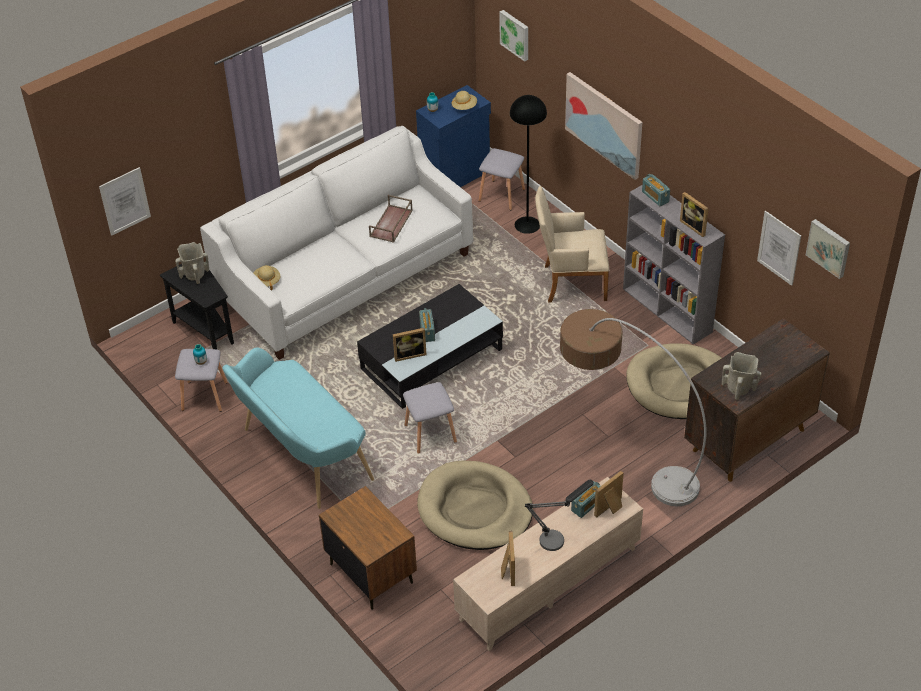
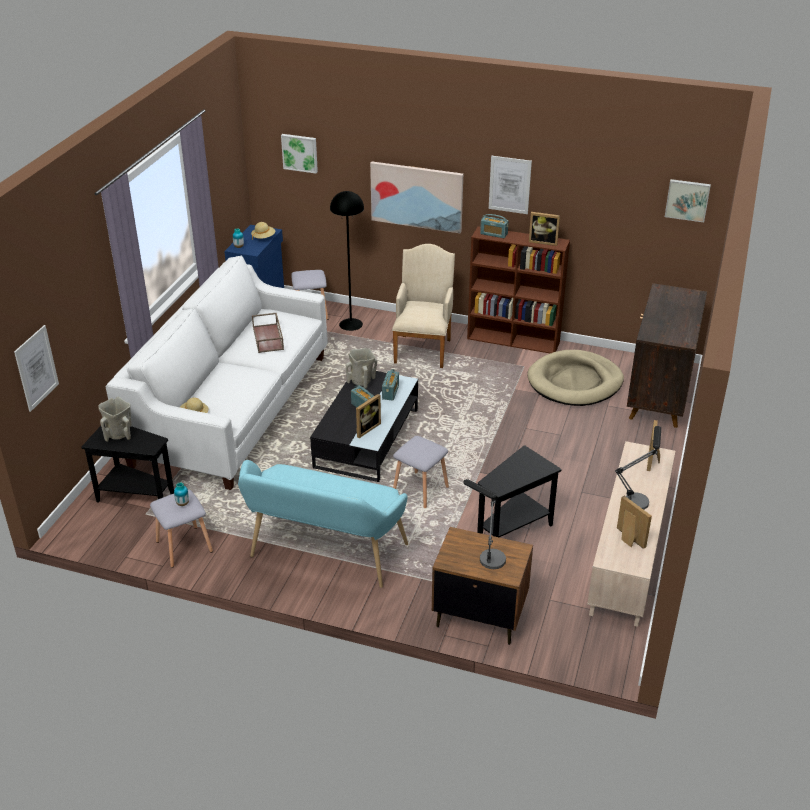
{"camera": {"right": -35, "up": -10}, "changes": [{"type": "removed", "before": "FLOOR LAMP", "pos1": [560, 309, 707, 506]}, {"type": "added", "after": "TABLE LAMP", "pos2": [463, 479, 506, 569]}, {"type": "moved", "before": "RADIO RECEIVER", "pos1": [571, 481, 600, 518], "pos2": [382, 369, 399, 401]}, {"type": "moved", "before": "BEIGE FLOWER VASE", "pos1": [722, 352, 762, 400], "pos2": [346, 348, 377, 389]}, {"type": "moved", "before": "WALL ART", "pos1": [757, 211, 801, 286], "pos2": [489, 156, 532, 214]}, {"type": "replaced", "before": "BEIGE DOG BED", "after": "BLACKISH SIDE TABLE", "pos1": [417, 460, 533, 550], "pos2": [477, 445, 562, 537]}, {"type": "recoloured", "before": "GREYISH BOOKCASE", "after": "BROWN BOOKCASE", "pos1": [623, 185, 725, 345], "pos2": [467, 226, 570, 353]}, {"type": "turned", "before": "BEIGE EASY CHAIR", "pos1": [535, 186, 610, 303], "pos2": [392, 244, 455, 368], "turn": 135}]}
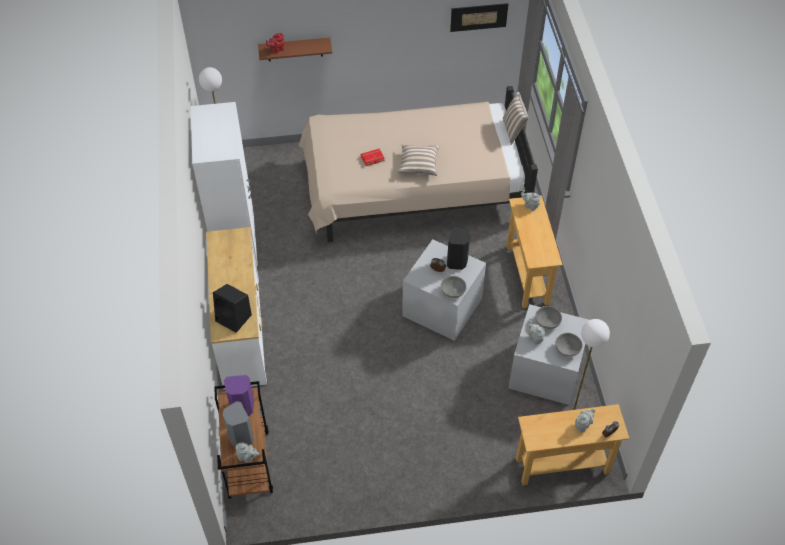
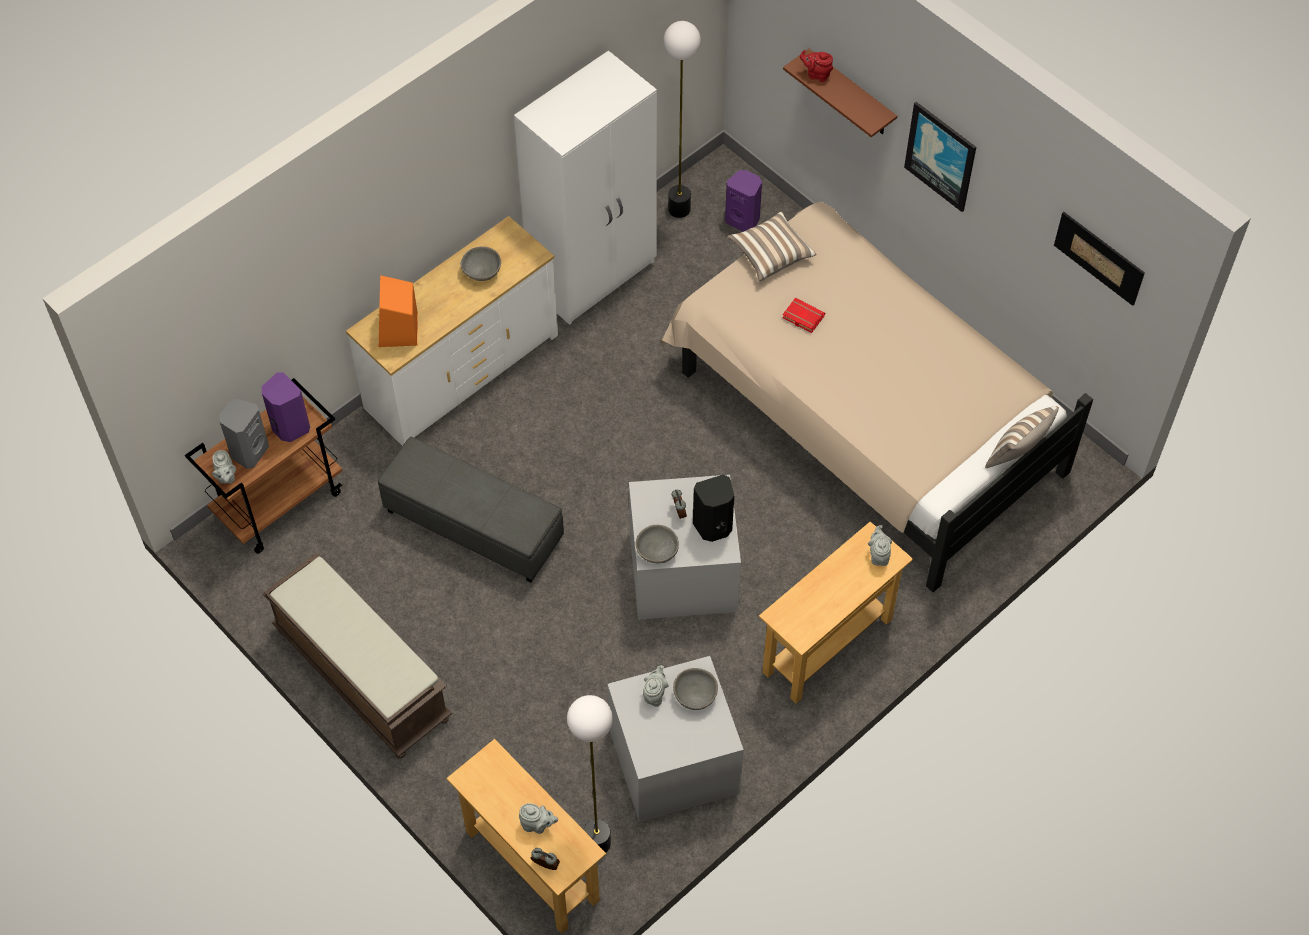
{"camera": {"right": 55, "up": 5}, "changes": [{"type": "added", "after": "BROWN BENCH", "pos2": [262, 553, 452, 759]}, {"type": "added", "after": "GREYISH POUFFE", "pos2": [378, 436, 564, 582]}, {"type": "added", "after": "PURPLE LOUDSPEAKER", "pos2": [725, 170, 762, 232]}, {"type": "added", "after": "WALL ART", "pos2": [904, 102, 976, 212]}, {"type": "moved", "before": "THROW PILLOW", "pos1": [398, 144, 439, 176], "pos2": [727, 211, 816, 281]}, {"type": "moved", "before": "GREYISH DEEP DISH", "pos1": [555, 333, 583, 357], "pos2": [460, 246, 501, 281]}, {"type": "recoloured", "before": "BLACKISH LOUDSPEAKER", "after": "ORANGE LOUDSPEAKER", "pos1": [213, 284, 252, 333], "pos2": [379, 275, 418, 347]}]}
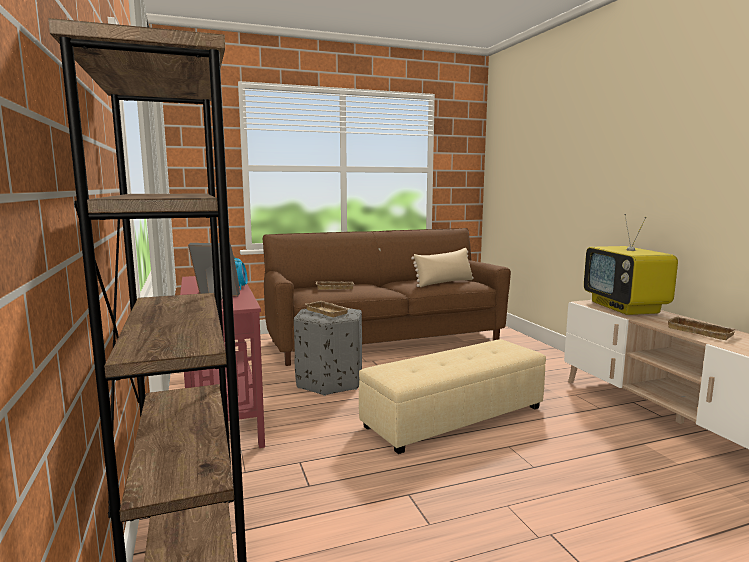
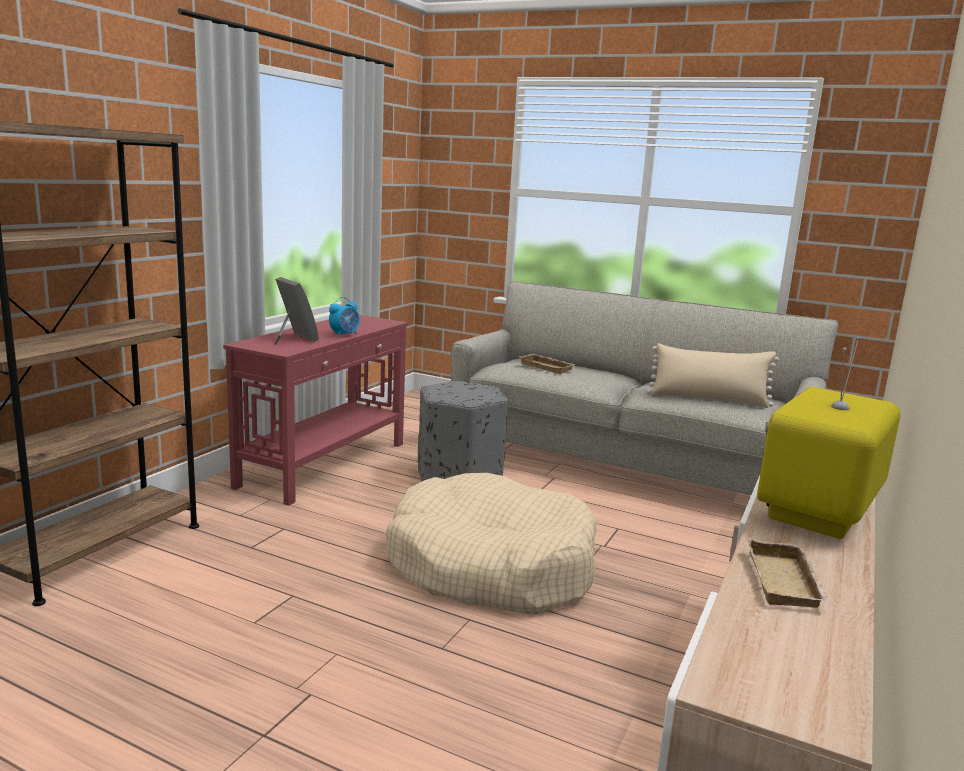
{"camera": {"right": 45, "up": 5}, "changes": [{"type": "removed", "before": "BEIGE SERVING TRAY", "pos1": [305, 301, 349, 317]}, {"type": "replaced", "before": "BEIGE POUFFE", "after": "BEIGE DOG BED", "pos1": [359, 339, 546, 454], "pos2": [386, 473, 597, 615]}, {"type": "recoloured", "before": "BROWN COUCH", "after": "GREYISH COUCH", "pos1": [263, 228, 511, 366], "pos2": [451, 281, 838, 495]}]}
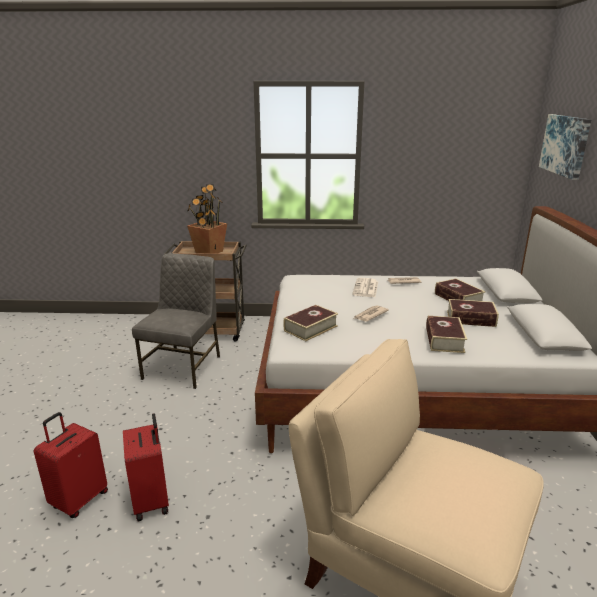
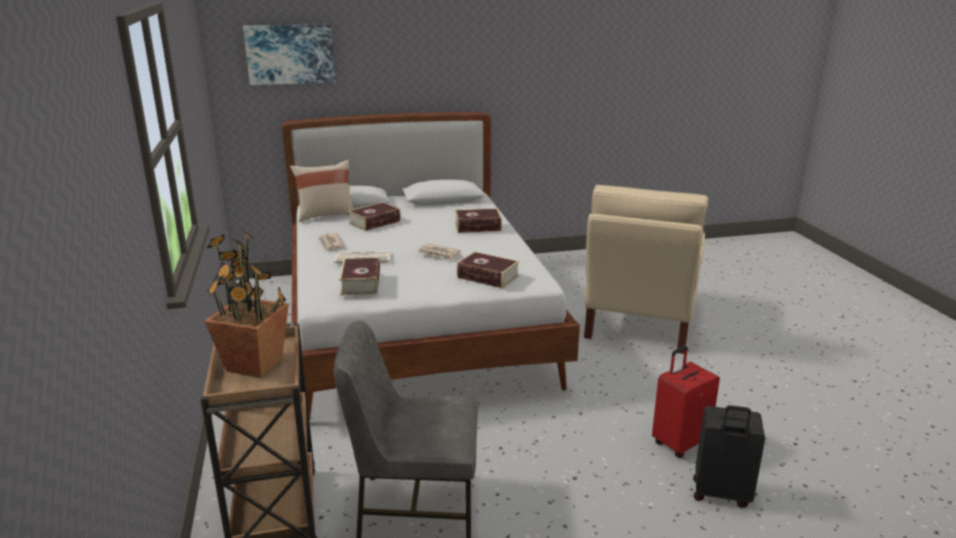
{"camera": {"right": -105, "up": 0}, "changes": [{"type": "added", "after": "BEIGE THROW PILLOW", "pos2": [290, 160, 354, 222]}, {"type": "moved", "before": "VOLUME", "pos1": [447, 299, 499, 327], "pos2": [339, 257, 380, 295]}, {"type": "recoloured", "before": "RED PIECE OF LUGGAGE", "after": "BLACKISH PIECE OF LUGGAGE", "pos1": [34, 412, 108, 518], "pos2": [693, 405, 765, 508]}]}
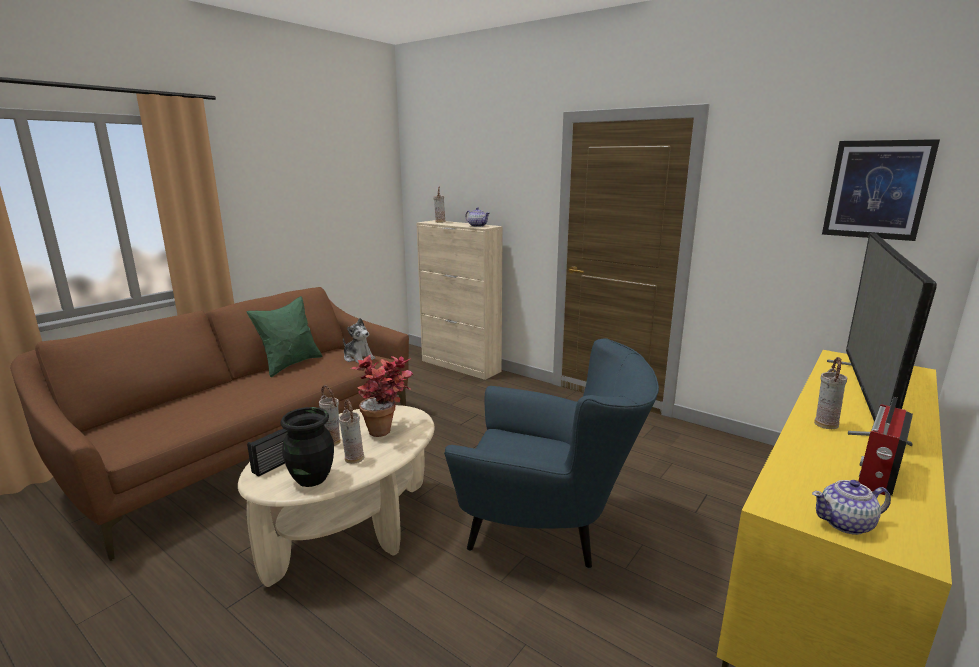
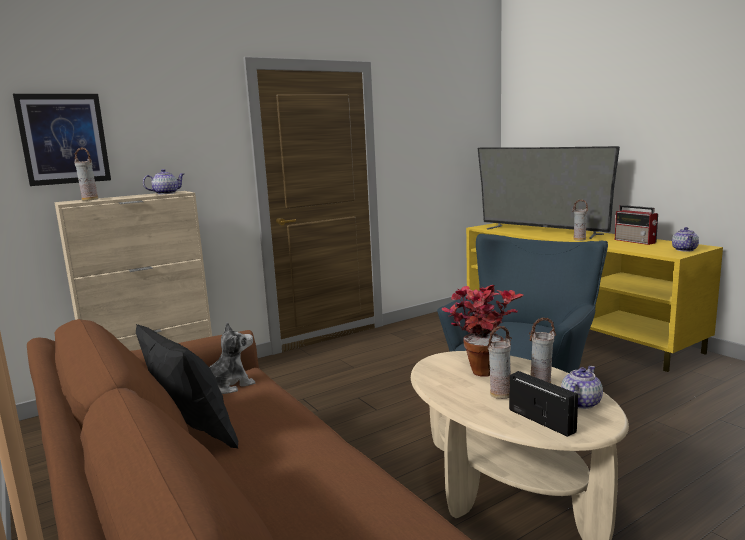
{"camera": {"right": -70, "up": -5}, "changes": [{"type": "moved", "before": "WALL ART", "pos1": [822, 139, 940, 241], "pos2": [13, 94, 111, 186]}, {"type": "replaced", "before": "BLACKISH FLOWER VASE", "after": "TEAPOT", "pos1": [280, 407, 334, 487], "pos2": [561, 366, 603, 409]}, {"type": "recoloured", "before": "GREENISH THROW PILLOW", "after": "BLACKISH THROW PILLOW", "pos1": [247, 296, 323, 377], "pos2": [136, 324, 238, 448]}]}
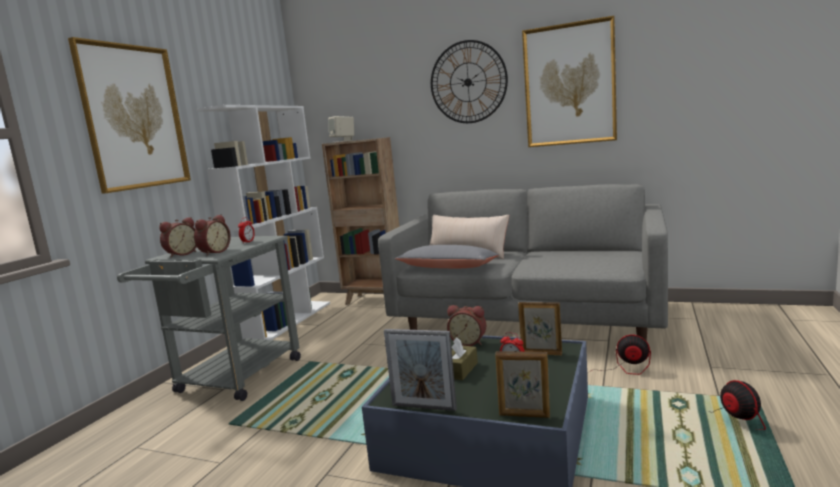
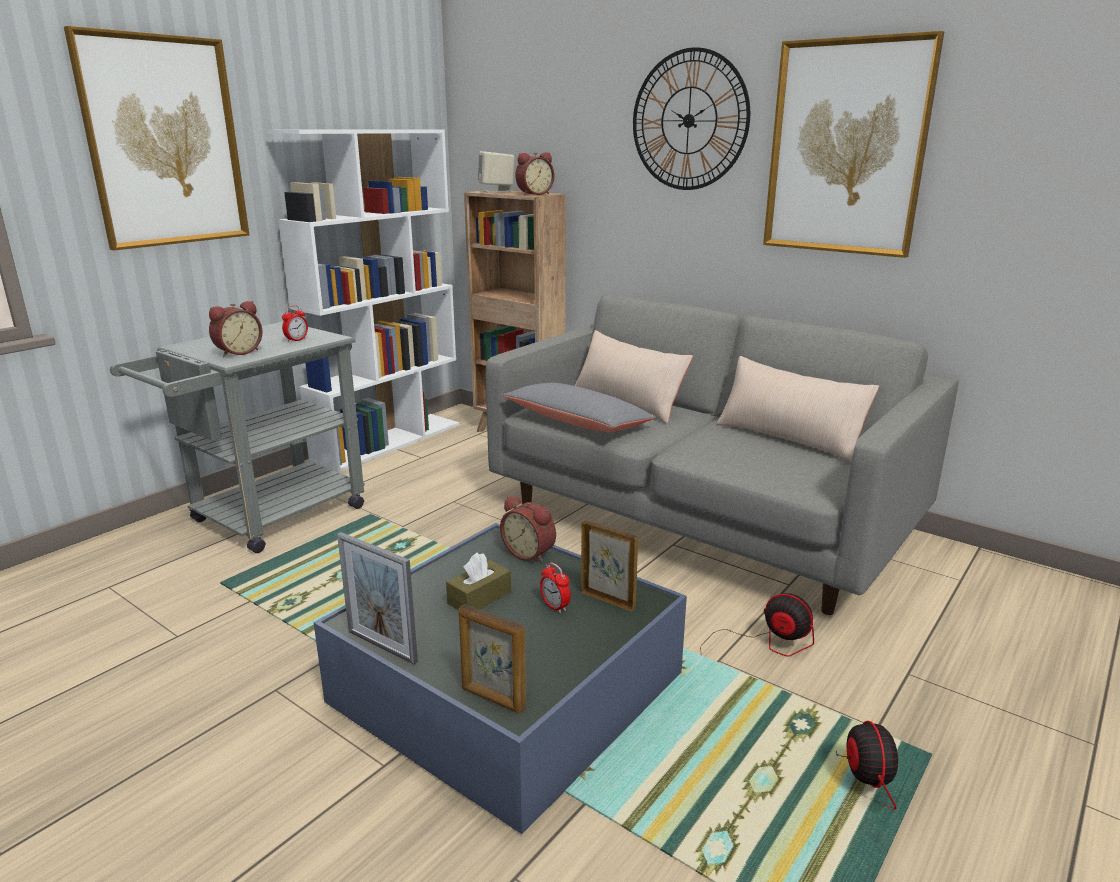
{"camera": {"right": 15, "up": 10}, "changes": [{"type": "added", "after": "BEIGE THROW PILLOW", "pos2": [716, 356, 879, 463]}, {"type": "moved", "before": "ALARM CLOCK", "pos1": [159, 217, 197, 258], "pos2": [515, 152, 554, 195]}]}
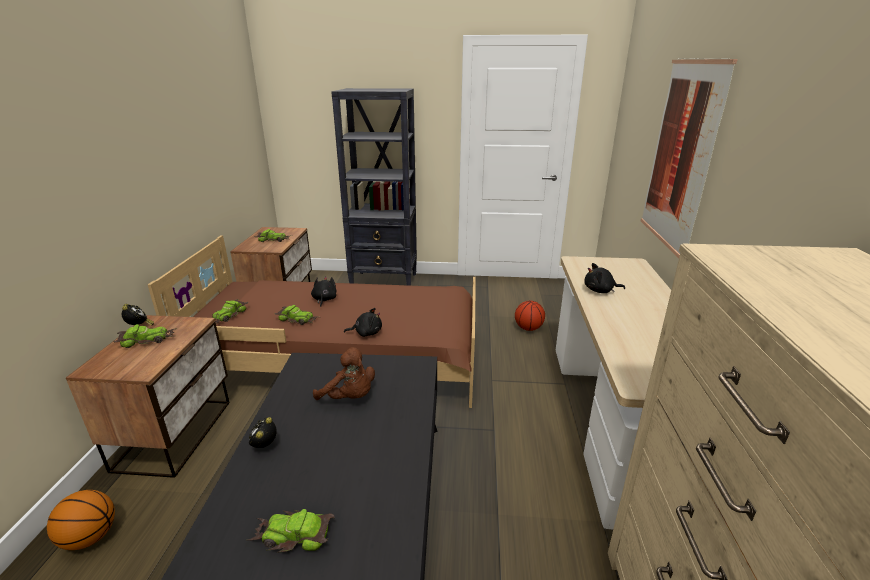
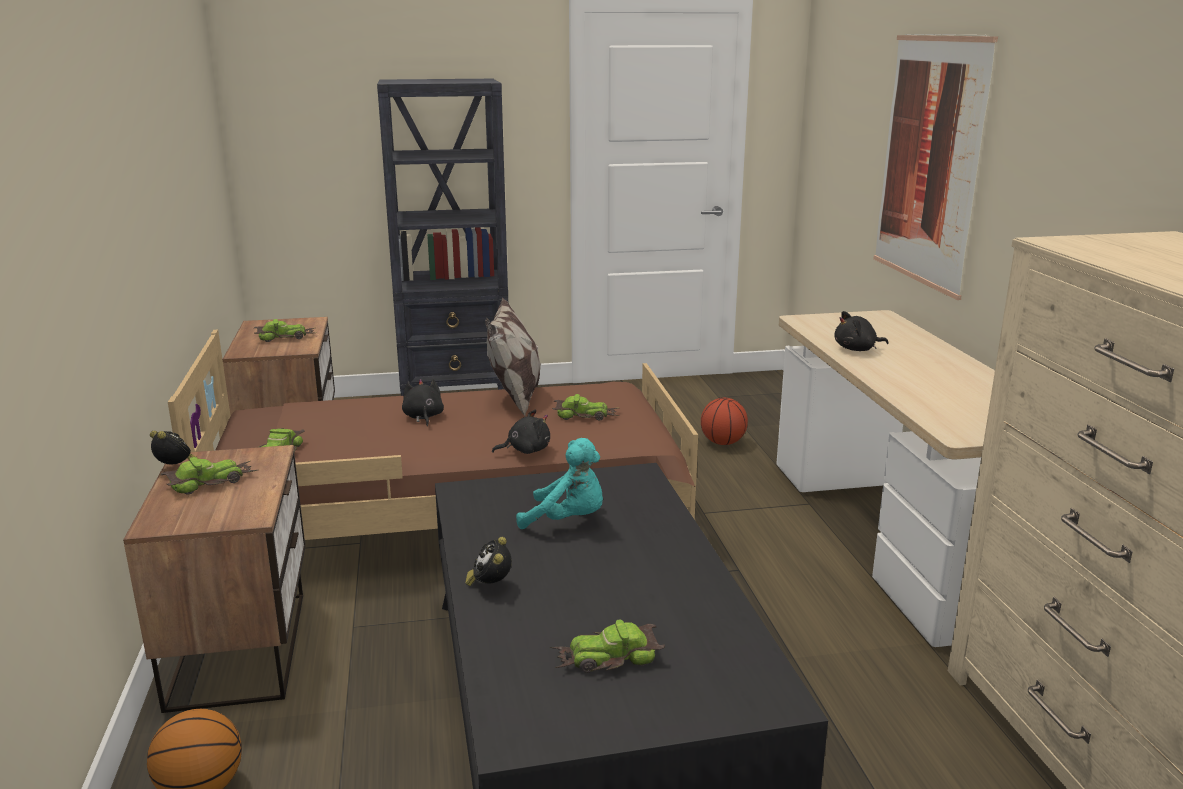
{"camera": {"right": -15, "up": -5}, "changes": [{"type": "added", "after": "THROW PILLOW", "pos2": [485, 297, 541, 416]}, {"type": "moved", "before": "MINIATURE CAR", "pos1": [274, 305, 317, 325], "pos2": [552, 394, 619, 421]}, {"type": "recoloured", "before": "BROWN SOFT TOY", "after": "BLUE-GREEN SOFT TOY", "pos1": [313, 347, 375, 400], "pos2": [516, 438, 603, 529]}]}
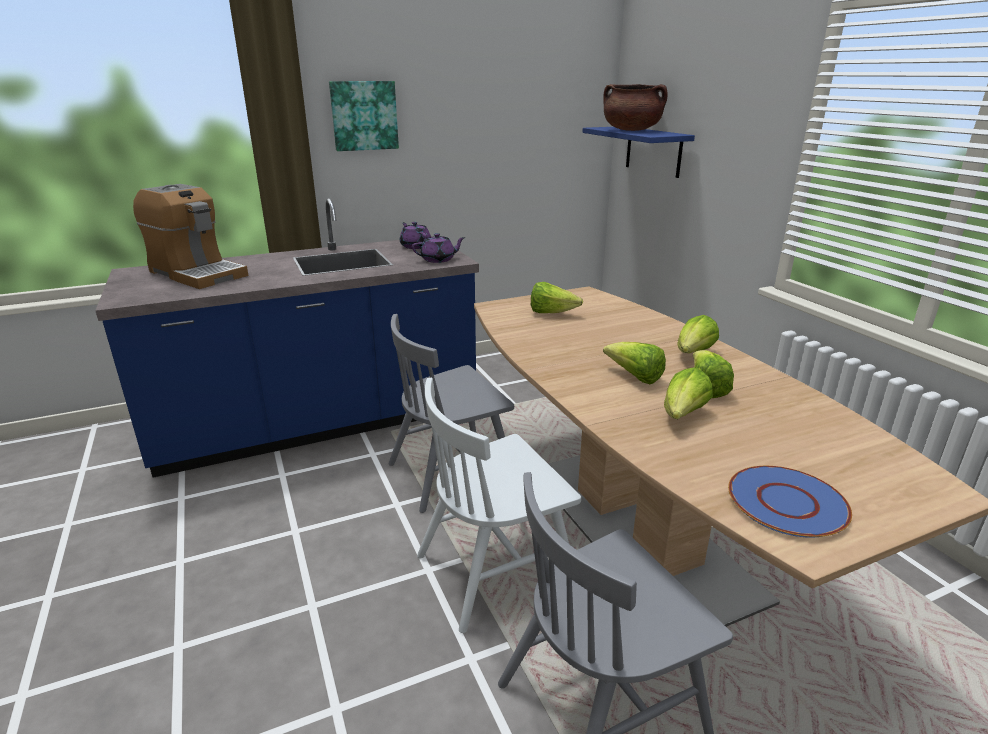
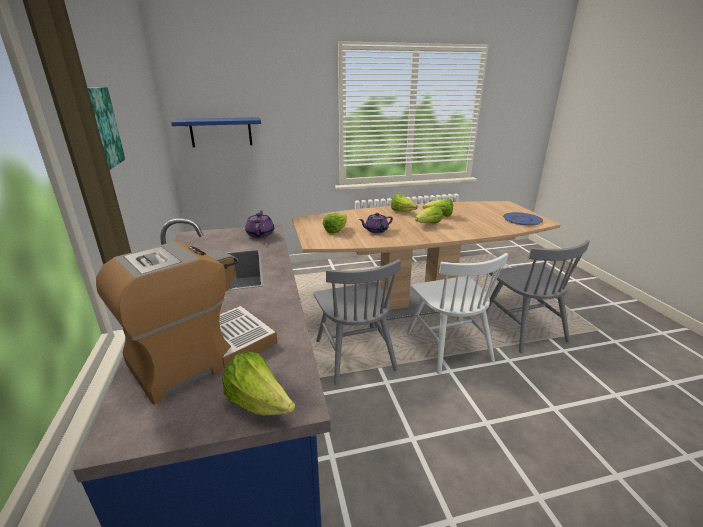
{"camera": {"right": -80, "up": 0}, "changes": [{"type": "removed", "before": "BROWN STOCKPOT", "pos1": [603, 84, 668, 131]}, {"type": "moved", "before": "PURPLE TEAPOT", "pos1": [400, 222, 431, 249], "pos2": [359, 213, 393, 233]}, {"type": "moved", "before": "HEAD OF LETTUCE", "pos1": [664, 367, 713, 419], "pos2": [222, 352, 295, 415]}]}
